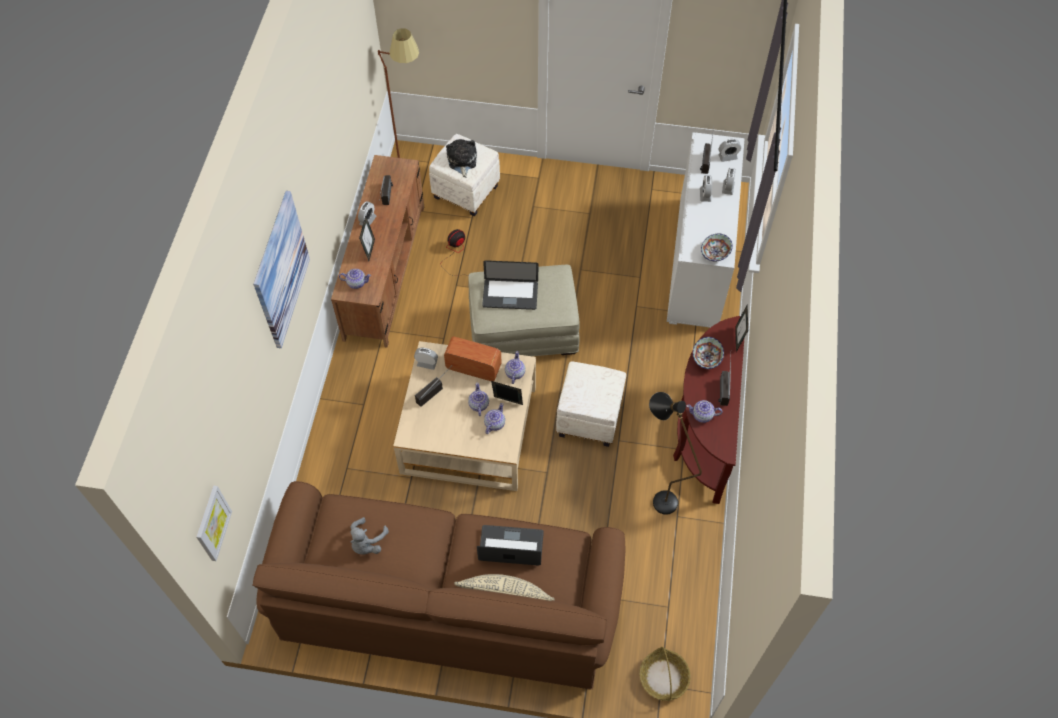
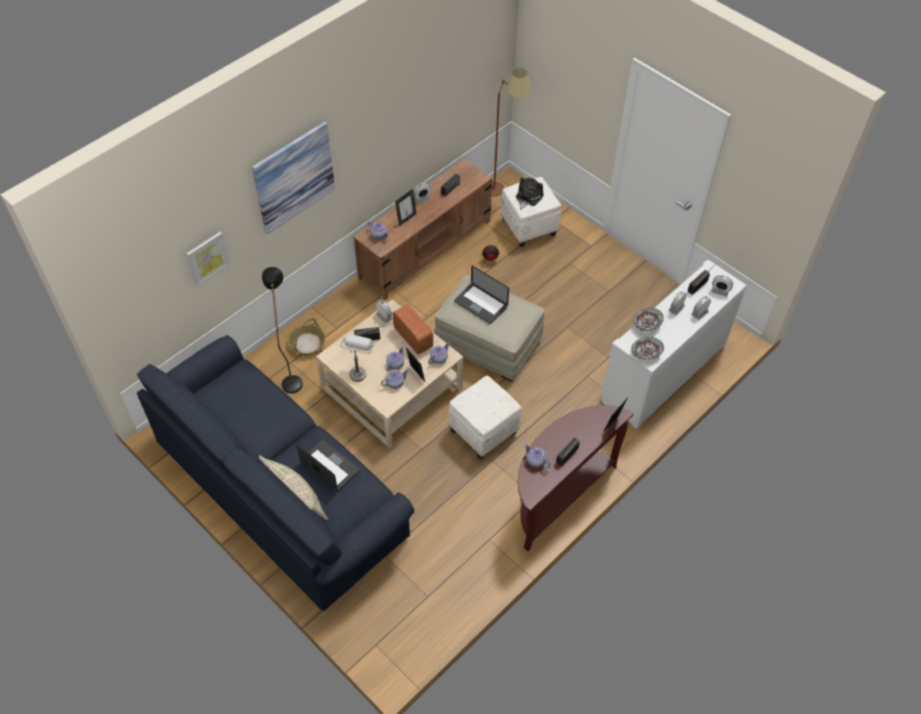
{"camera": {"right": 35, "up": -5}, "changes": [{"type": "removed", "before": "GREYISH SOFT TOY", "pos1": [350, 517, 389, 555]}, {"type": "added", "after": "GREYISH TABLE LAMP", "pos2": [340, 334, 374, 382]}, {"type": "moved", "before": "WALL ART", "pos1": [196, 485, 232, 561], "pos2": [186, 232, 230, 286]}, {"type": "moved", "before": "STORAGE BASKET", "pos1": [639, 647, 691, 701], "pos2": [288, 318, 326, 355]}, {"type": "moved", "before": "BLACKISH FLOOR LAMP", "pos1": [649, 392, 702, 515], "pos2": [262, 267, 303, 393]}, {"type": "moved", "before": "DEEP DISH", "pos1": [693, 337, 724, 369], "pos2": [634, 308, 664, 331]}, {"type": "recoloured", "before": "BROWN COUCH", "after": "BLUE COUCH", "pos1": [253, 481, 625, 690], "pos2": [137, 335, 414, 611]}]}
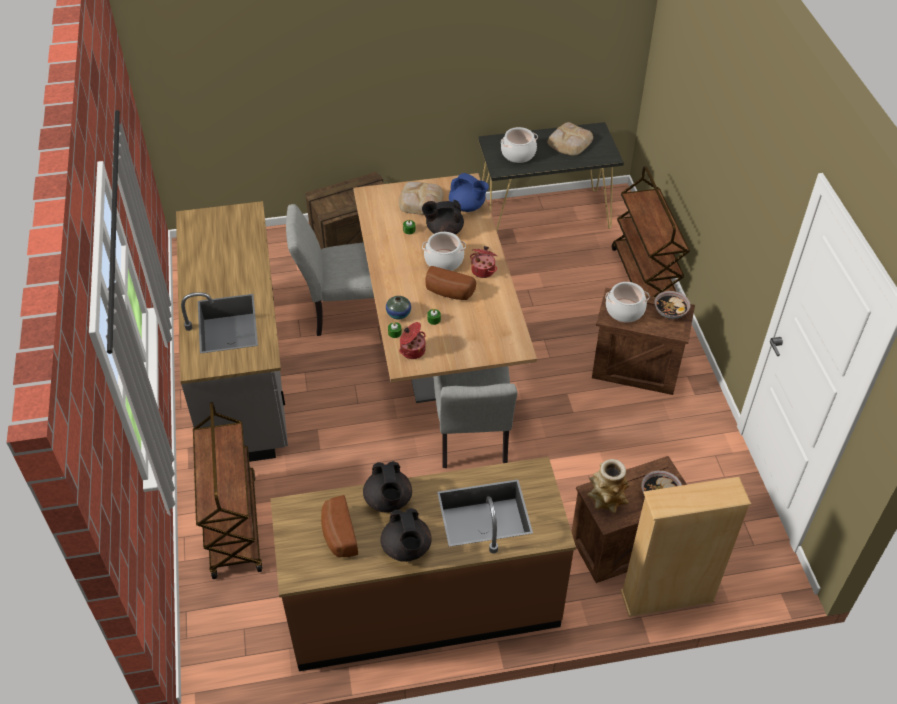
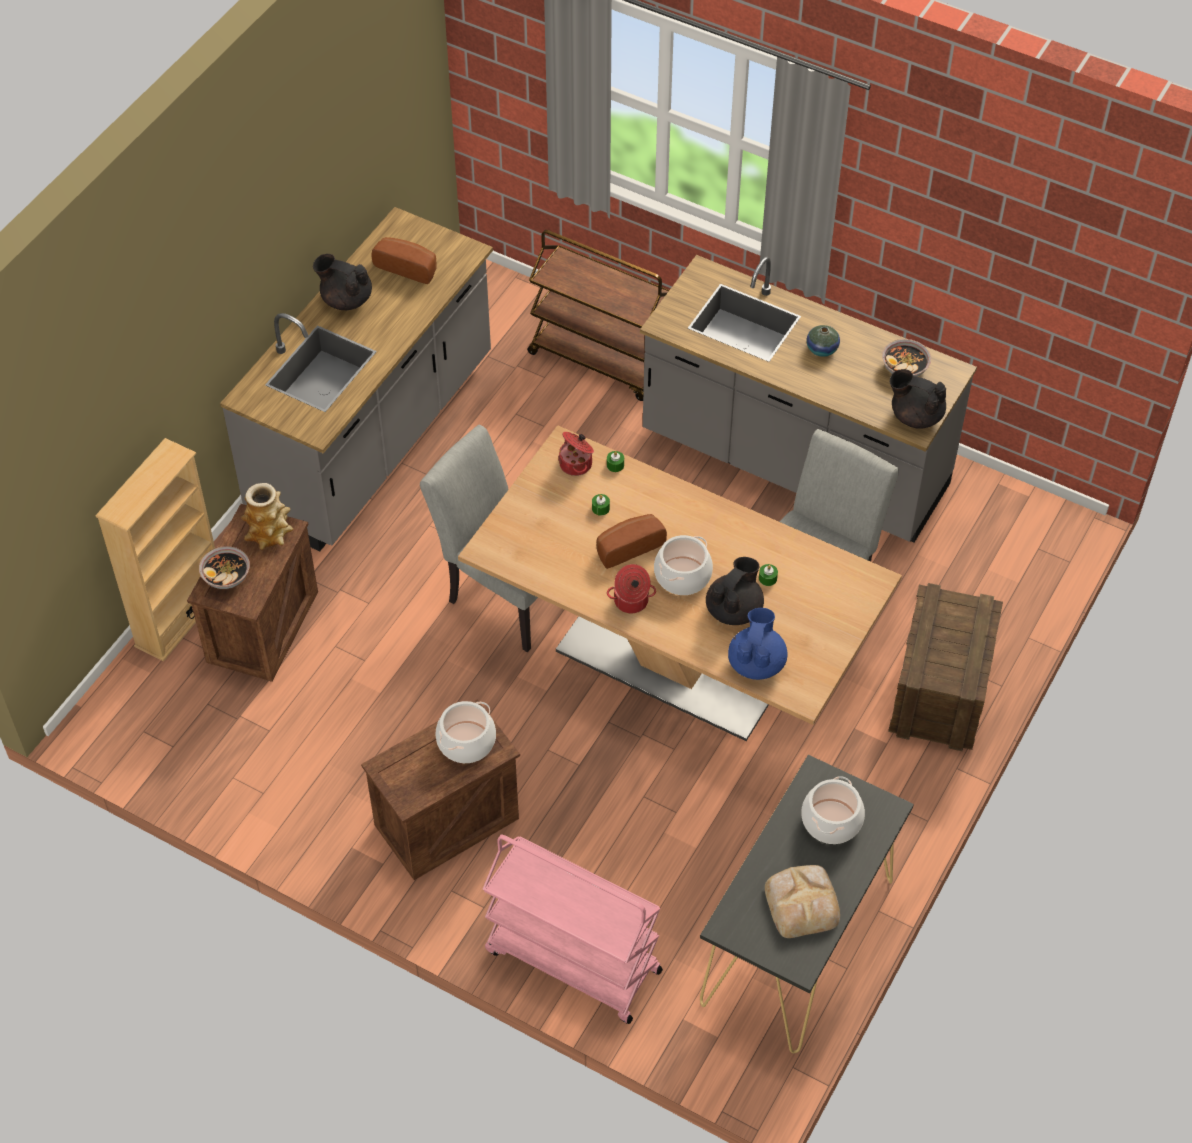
{"camera": {"right": 130, "up": 5}, "changes": [{"type": "removed", "before": "BREAD", "pos1": [399, 182, 444, 215]}, {"type": "moved", "before": "BLACKISH TEAPOT", "pos1": [363, 461, 412, 513], "pos2": [890, 369, 946, 429]}, {"type": "moved", "before": "FLOWER VASE", "pos1": [386, 296, 411, 319], "pos2": [807, 325, 840, 357]}, {"type": "moved", "before": "DEEP DISH", "pos1": [654, 291, 691, 319], "pos2": [882, 339, 931, 377]}, {"type": "recoloured", "before": "BROWN COUNTER", "after": "GREYISH COUNTER", "pos1": [270, 457, 576, 671], "pos2": [220, 207, 493, 552]}, {"type": "recoloured", "before": "BROWN TROLLEY", "after": "PINKISH TROLLEY", "pos1": [612, 166, 690, 297], "pos2": [483, 835, 663, 1024]}, {"type": "turned", "before": "BLUE TEAPOT", "pos1": [449, 173, 489, 212], "pos2": [728, 608, 788, 680], "turn": 120}]}
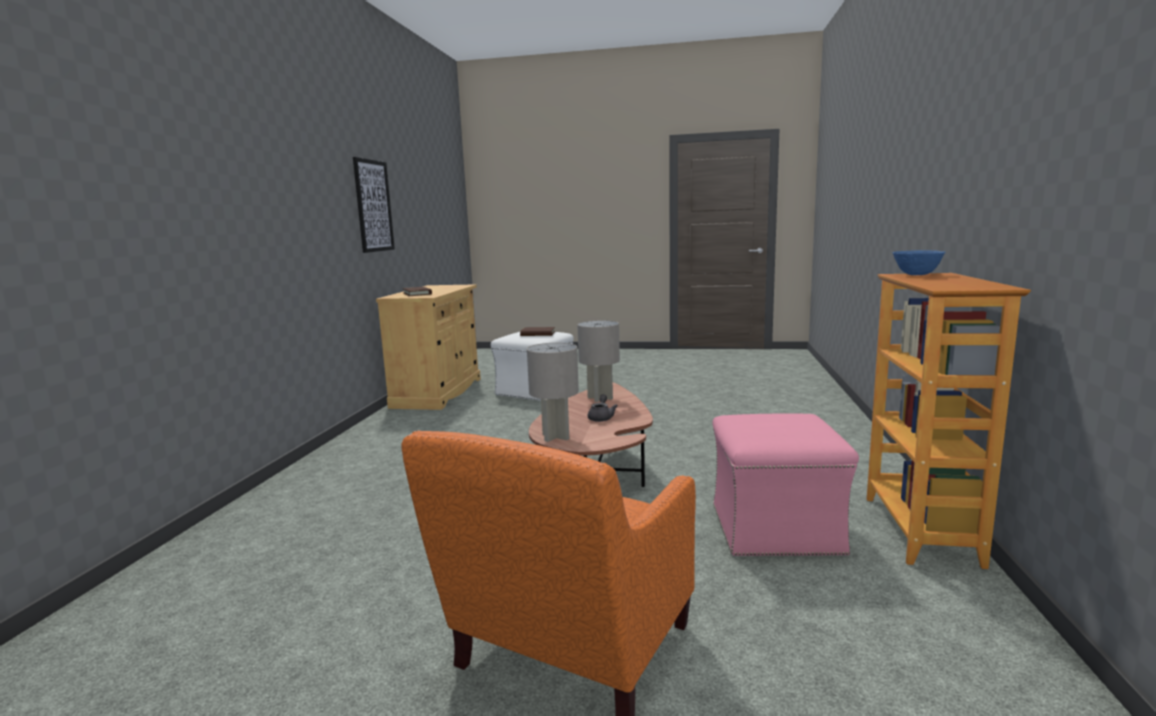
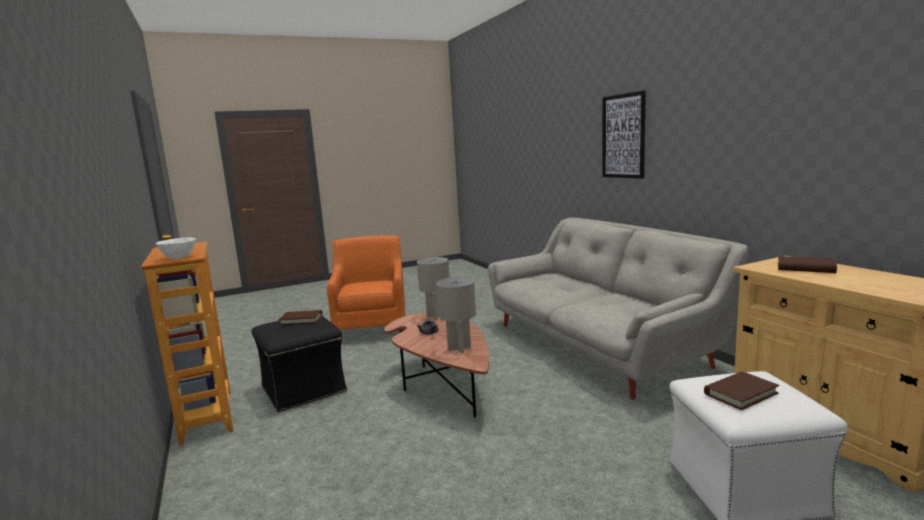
{"camera": {"right": 145, "up": 0}, "changes": [{"type": "added", "after": "BROWN VOLUME", "pos2": [279, 310, 323, 325]}, {"type": "added", "after": "GREYISH COUCH", "pos2": [488, 218, 748, 400]}, {"type": "moved", "before": "WALL ART", "pos1": [353, 157, 395, 253], "pos2": [603, 91, 646, 179]}, {"type": "recoloured", "before": "PINKISH POUFFE", "after": "BLACKISH POUFFE", "pos1": [712, 413, 859, 556], "pos2": [252, 316, 347, 412]}, {"type": "recoloured", "before": "BLUE DEEP DISH", "after": "WHITE-COLOURED DEEP DISH", "pos1": [893, 250, 945, 275], "pos2": [156, 237, 196, 259]}]}
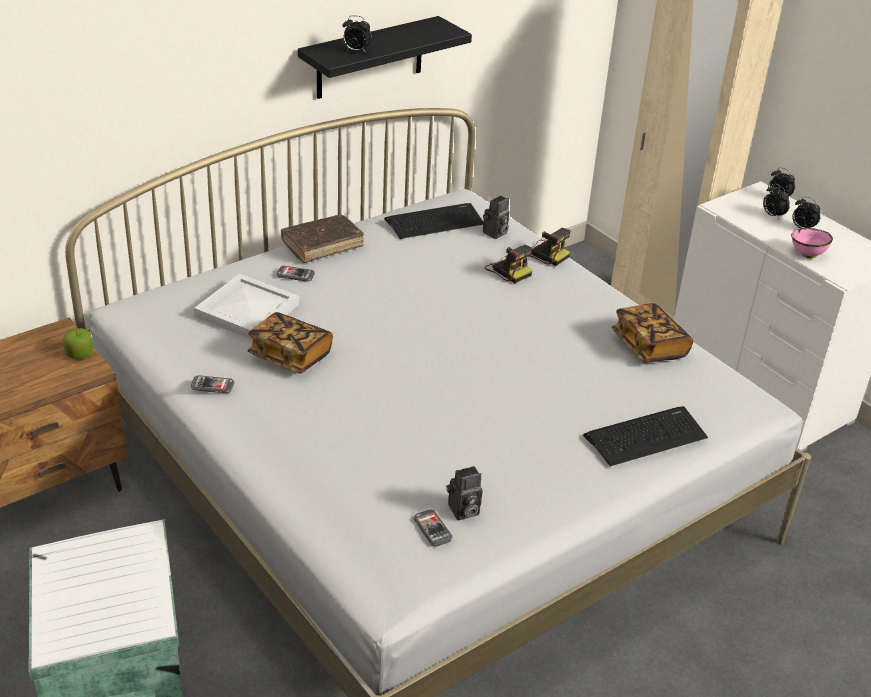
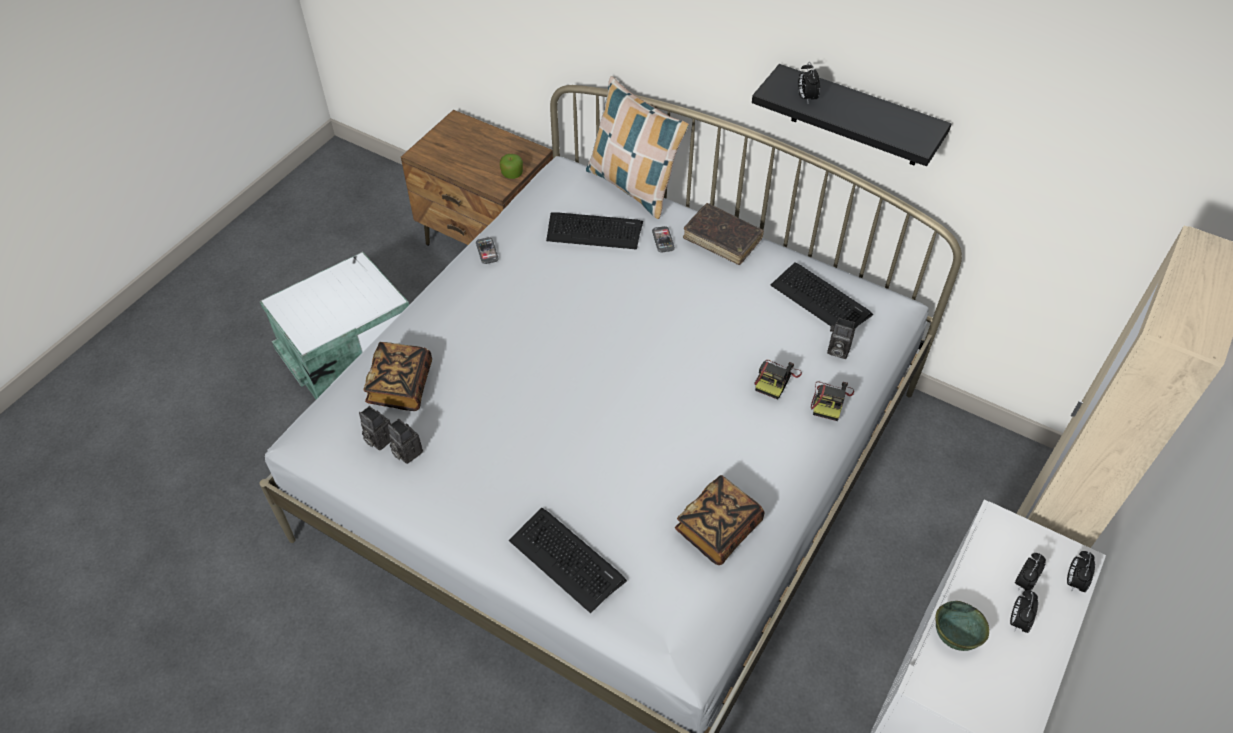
{"camera": {"right": 70, "up": 15}, "changes": [{"type": "added", "after": "THROW PILLOW", "pos2": [586, 76, 689, 219]}, {"type": "moved", "before": "VOLUME", "pos1": [248, 312, 333, 373], "pos2": [363, 342, 432, 411]}, {"type": "replaced", "before": "WHITE-COLOURED SERVING TRAY", "after": "PC KEYBOARD", "pos1": [194, 274, 299, 340], "pos2": [546, 212, 643, 249]}, {"type": "replaced", "before": "HANDSET", "after": "STILL CAMERA", "pos1": [413, 509, 453, 546], "pos2": [359, 406, 391, 451]}, {"type": "recoloured", "before": "PINKISH DEEP DISH", "after": "GREENISH DEEP DISH", "pos1": [791, 228, 833, 259], "pos2": [935, 601, 989, 651]}]}
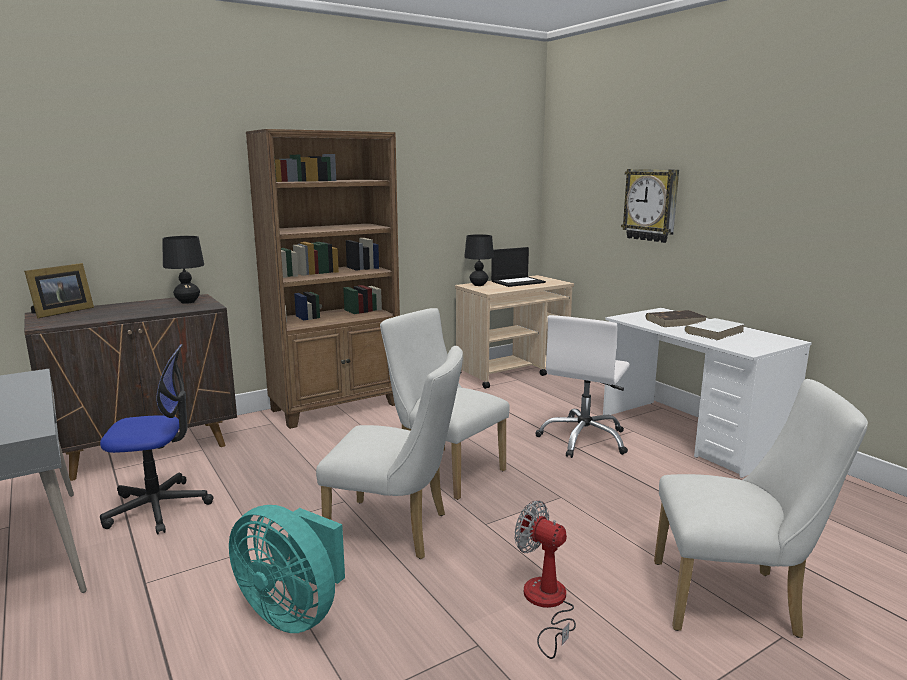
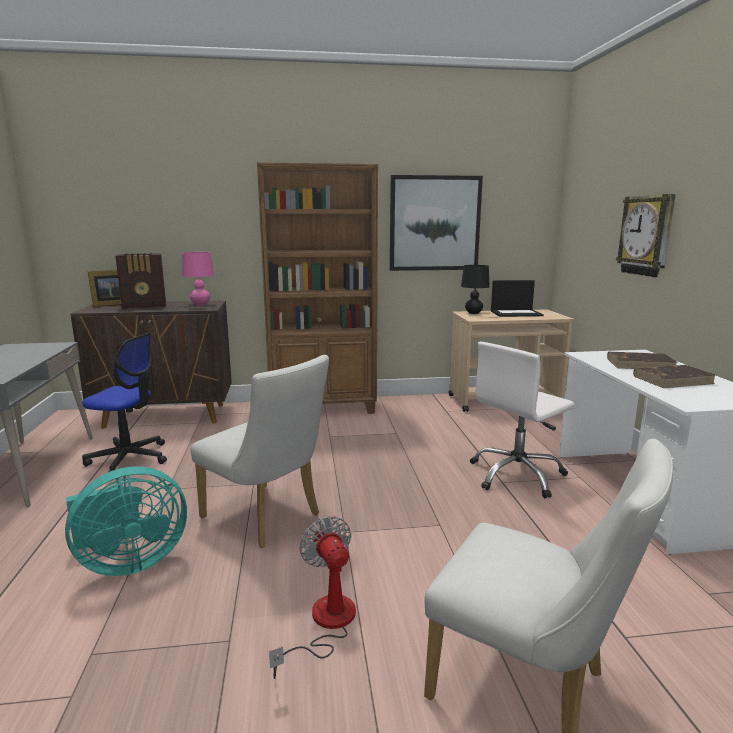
{"camera": {"right": 25, "up": 0}, "changes": [{"type": "removed", "before": "WHITE-COLOURED CHAIR", "pos1": [380, 308, 510, 500]}, {"type": "added", "after": "RADIO RECEIVER", "pos2": [115, 253, 166, 309]}, {"type": "added", "after": "WALL ART", "pos2": [390, 175, 483, 271]}, {"type": "recoloured", "before": "BLACKISH TABLE LAMP", "after": "PINKISH TABLE LAMP", "pos1": [162, 236, 204, 304], "pos2": [182, 252, 214, 306]}, {"type": "recoloured", "before": "WHITE-COLOURED VOLUME", "after": "BROWN VOLUME", "pos1": [684, 318, 745, 340], "pos2": [633, 365, 716, 388]}, {"type": "turned", "before": "BLUE-GREEN ELECTRIC FAN", "pos1": [229, 505, 345, 633], "pos2": [65, 467, 187, 576], "turn": -90}]}
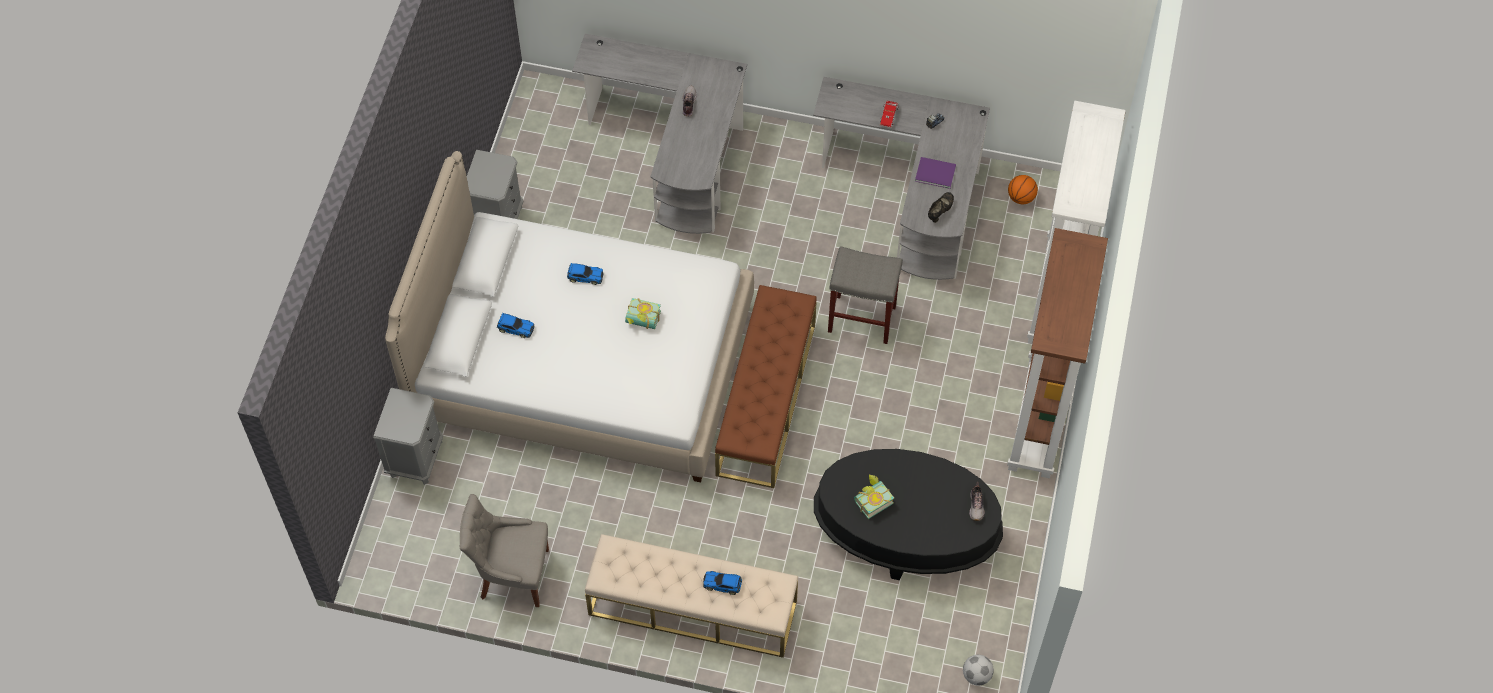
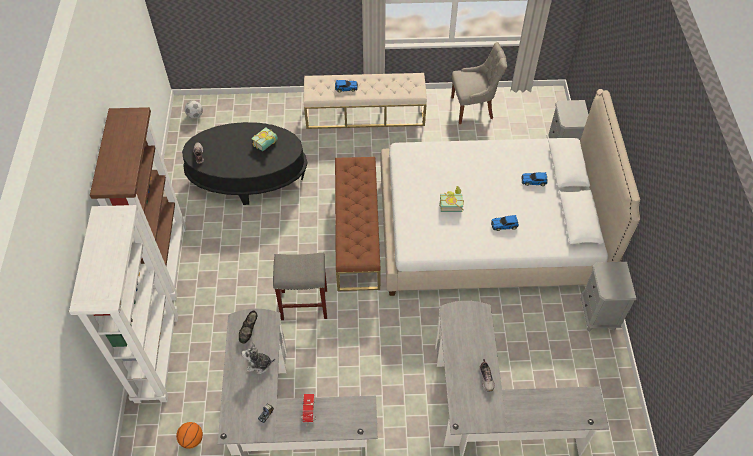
{"camera": {"right": 165, "up": -5}, "changes": [{"type": "replaced", "before": "PURPLE VOLUME", "after": "SOFT TOY", "pos1": [915, 157, 956, 189], "pos2": [242, 343, 275, 374]}]}
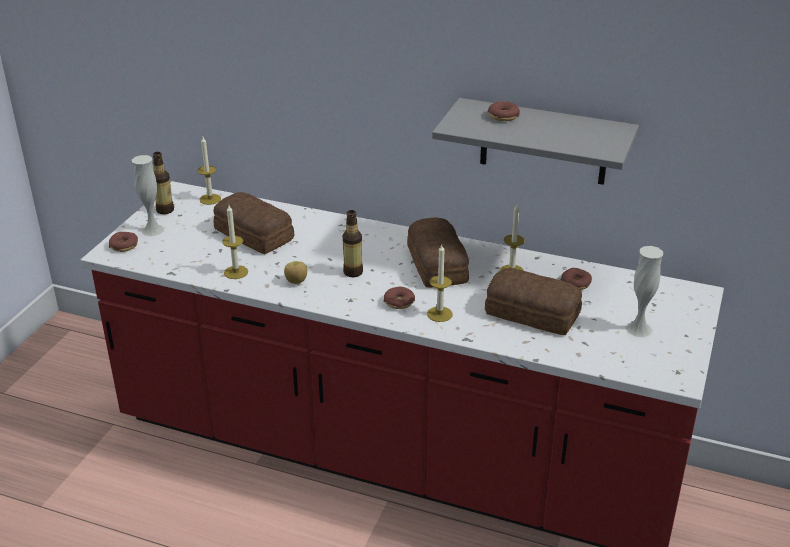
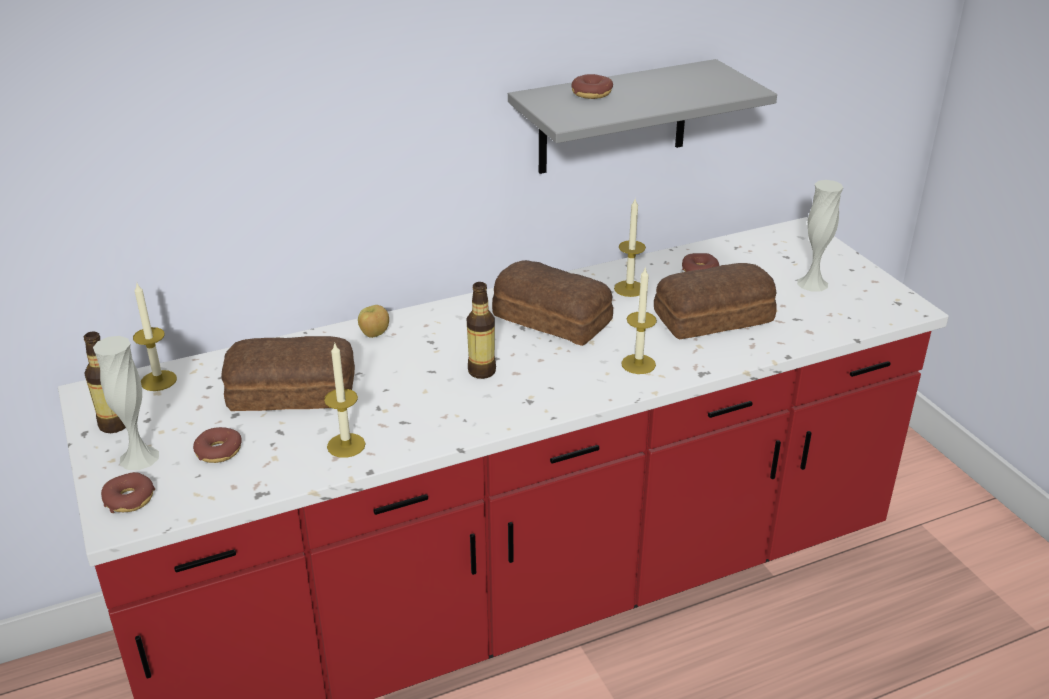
{"camera": {"right": -45, "up": 0}, "changes": [{"type": "moved", "before": "APPLE", "pos1": [284, 261, 307, 284], "pos2": [358, 305, 389, 338]}, {"type": "moved", "before": "RING DOUGHNUT", "pos1": [383, 287, 415, 309], "pos2": [193, 427, 242, 463]}]}
